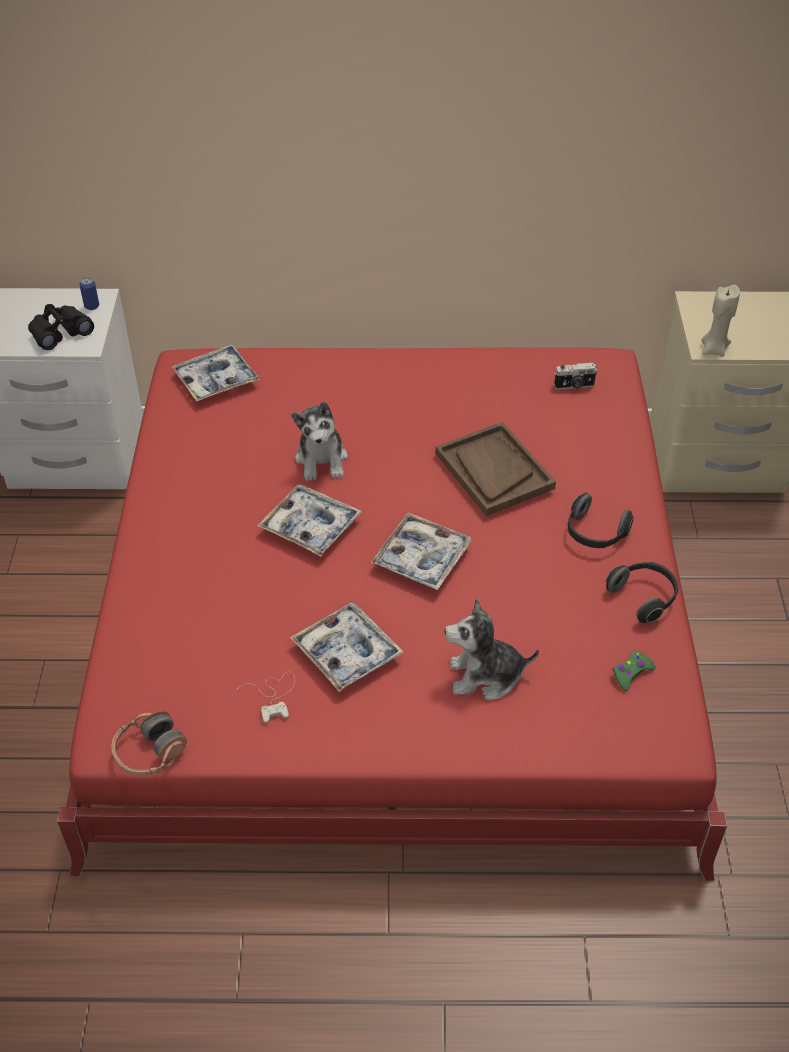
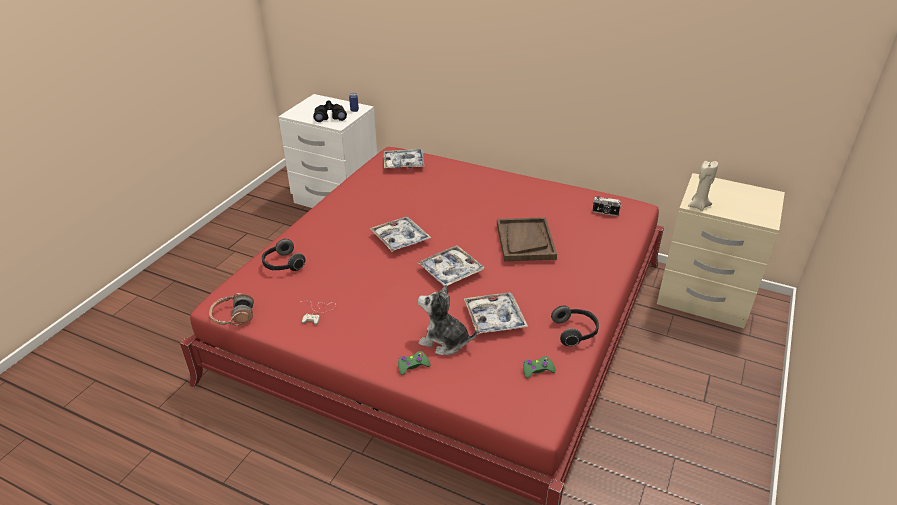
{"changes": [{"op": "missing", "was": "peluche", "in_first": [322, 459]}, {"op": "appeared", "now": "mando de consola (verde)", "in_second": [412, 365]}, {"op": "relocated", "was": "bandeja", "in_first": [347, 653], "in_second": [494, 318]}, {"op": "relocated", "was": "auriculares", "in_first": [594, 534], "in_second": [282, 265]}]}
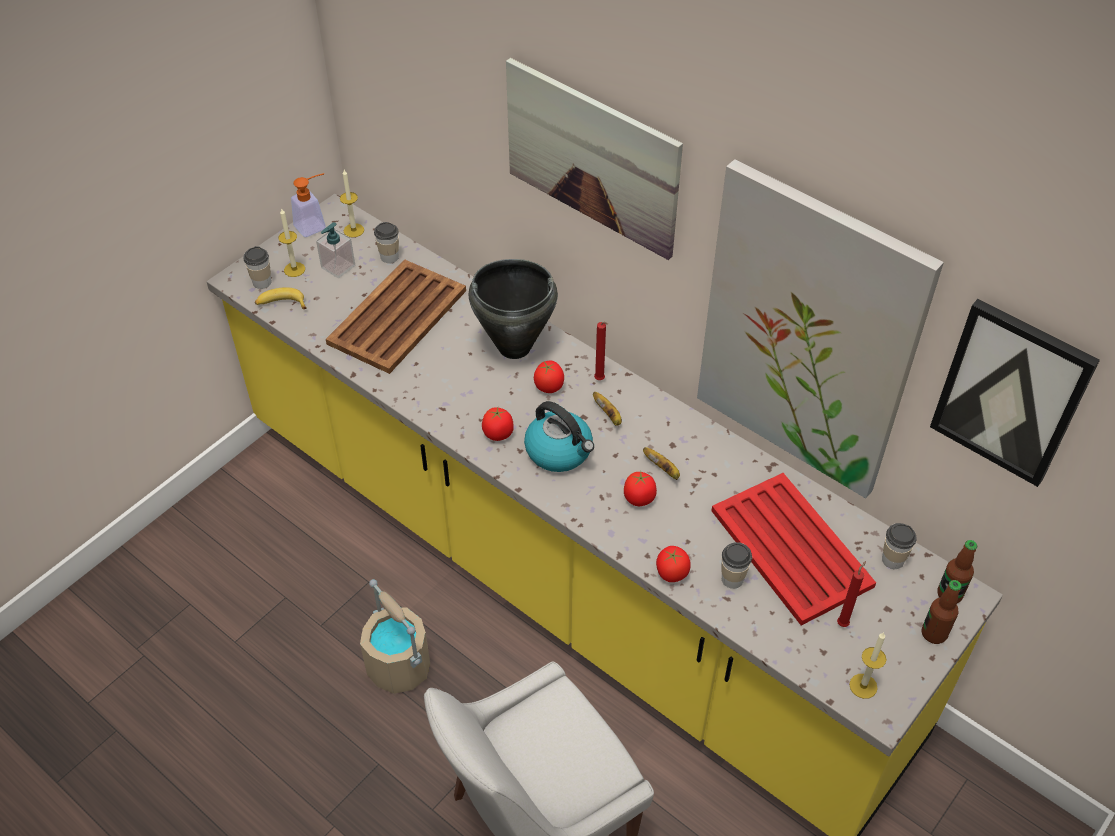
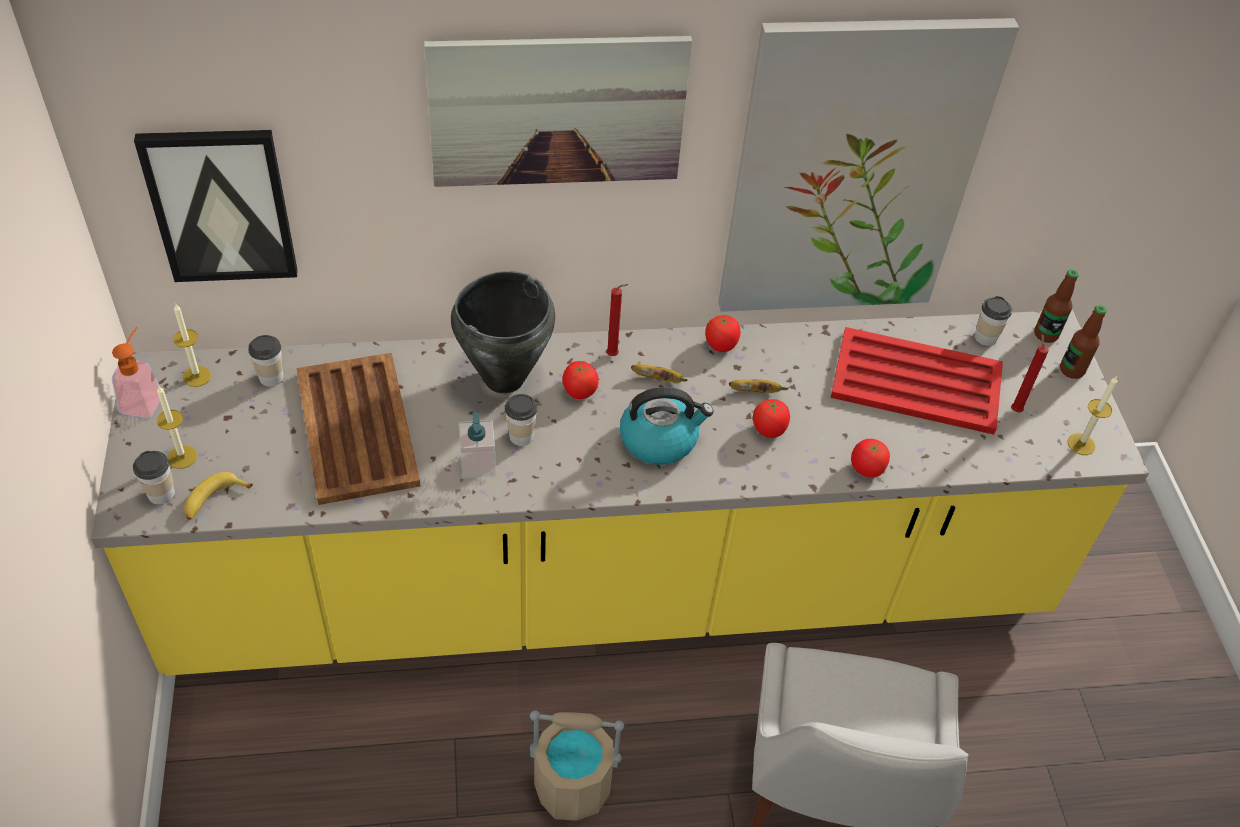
{"changes": [{"op": "relocated", "was": "dispensador de jabón", "in_first": [338, 267], "in_second": [478, 465]}, {"op": "relocated", "was": "tomate", "in_first": [498, 434], "in_second": [721, 345]}, {"op": "relocated", "was": "taza", "in_first": [732, 579], "in_second": [521, 436]}, {"op": "relocated", "was": "cuadro", "in_first": [1011, 392], "in_second": [221, 205]}]}
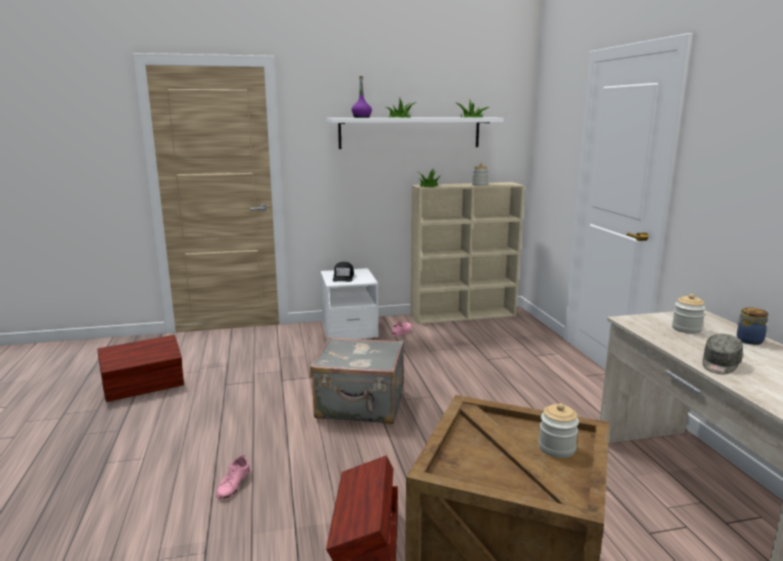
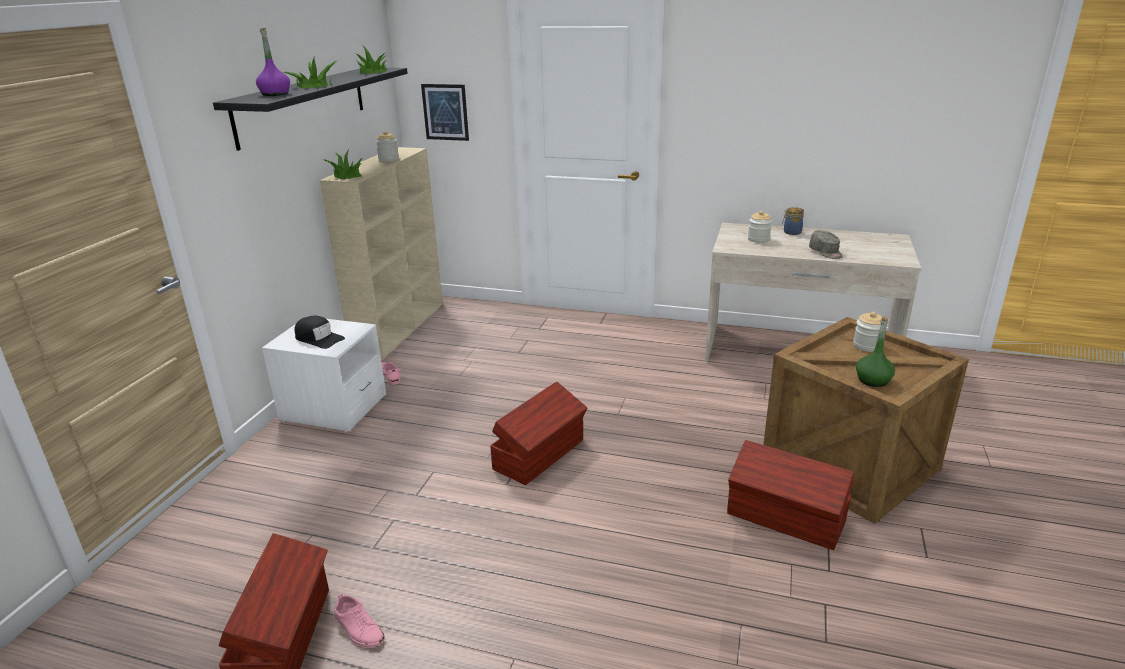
{"changes": [{"op": "appeared", "now": "cuadro", "in_second": [445, 112]}, {"op": "appeared", "now": "botella (verde)", "in_second": [873, 380]}, {"op": "relocated", "was": "zapato (rosa)", "in_first": [233, 484], "in_second": [359, 628]}, {"op": "exchanged", "was": "maleta (gris)", "now": "caja de almacenaje (marrón)", "in_first": [360, 406], "in_second": [540, 454]}, {"op": "colour", "was": "estante (blanco)", "now": "estante (negro)", "in_first": [410, 132], "in_second": [303, 105]}]}
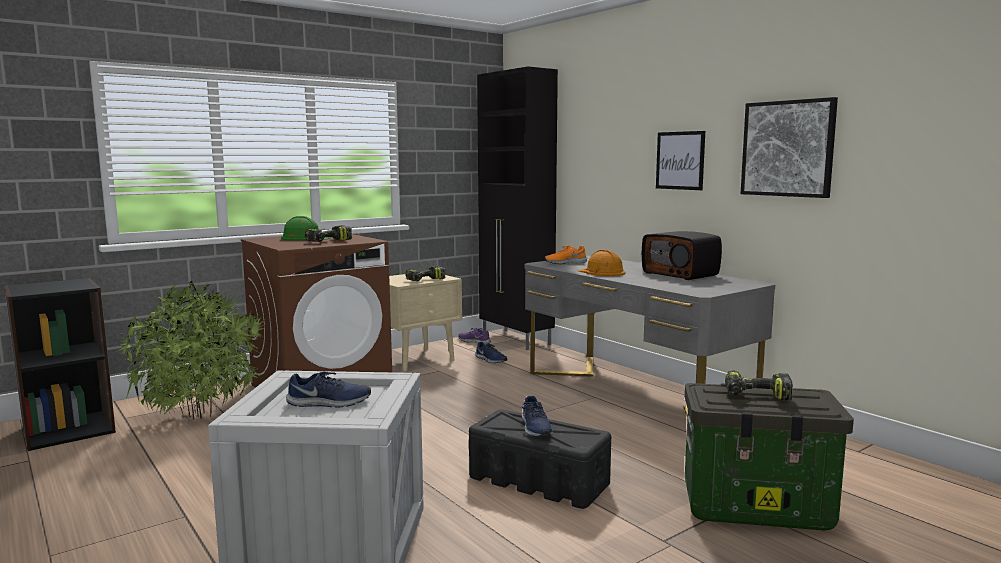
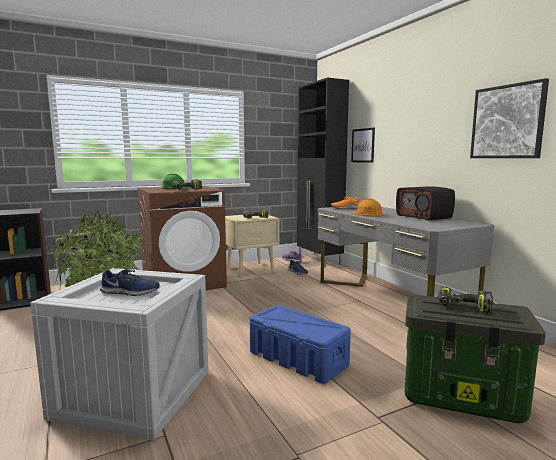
{"changes": [{"op": "missing", "was": "zapato (azul)", "in_first": [535, 428]}, {"op": "relocated", "was": "cuadro", "in_first": [680, 160], "in_second": [363, 145]}, {"op": "colour", "was": "caja de almacenaje (negro)", "now": "caja de almacenaje (azul)", "in_first": [539, 481], "in_second": [298, 359]}]}
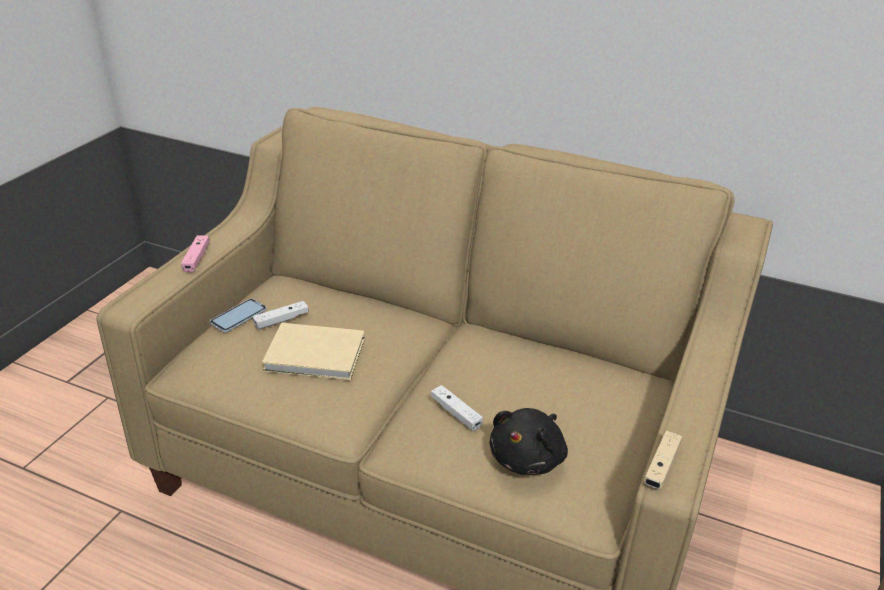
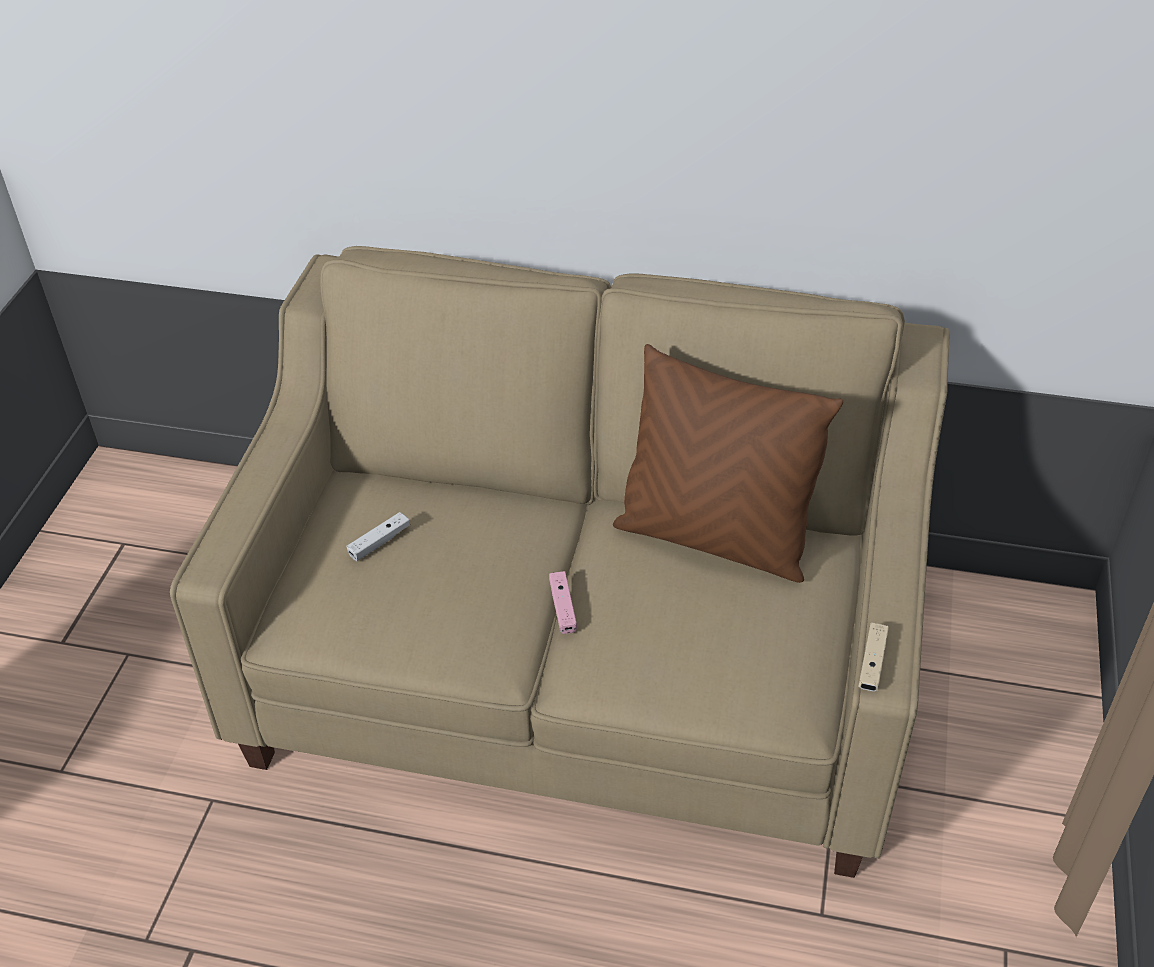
{"changes": [{"op": "missing", "was": "móvil", "in_first": [238, 316]}, {"op": "missing", "was": "libro (beis)", "in_first": [317, 356]}, {"op": "missing", "was": "mando de consola (blanco)", "in_first": [456, 413]}, {"op": "missing", "was": "peluche (negro)", "in_first": [528, 458]}, {"op": "appeared", "now": "cojín (marrón)", "in_second": [714, 538]}, {"op": "relocated", "was": "mando de consola (rosa)", "in_first": [196, 258], "in_second": [563, 607]}]}
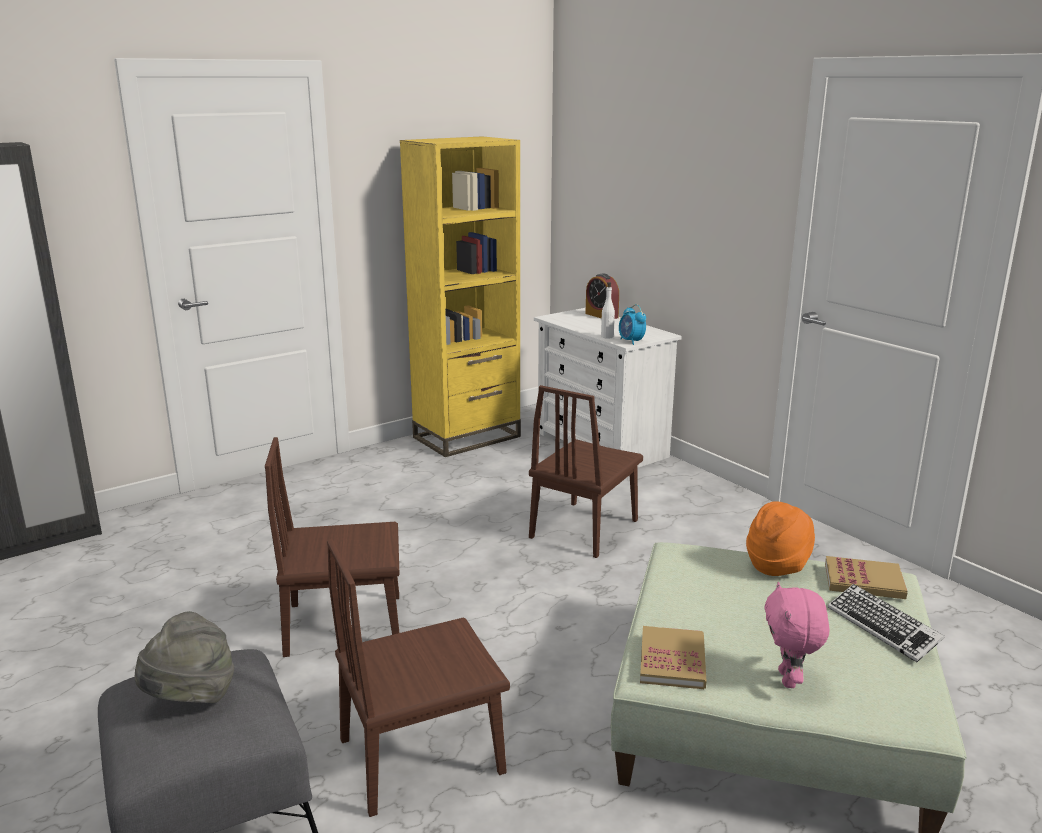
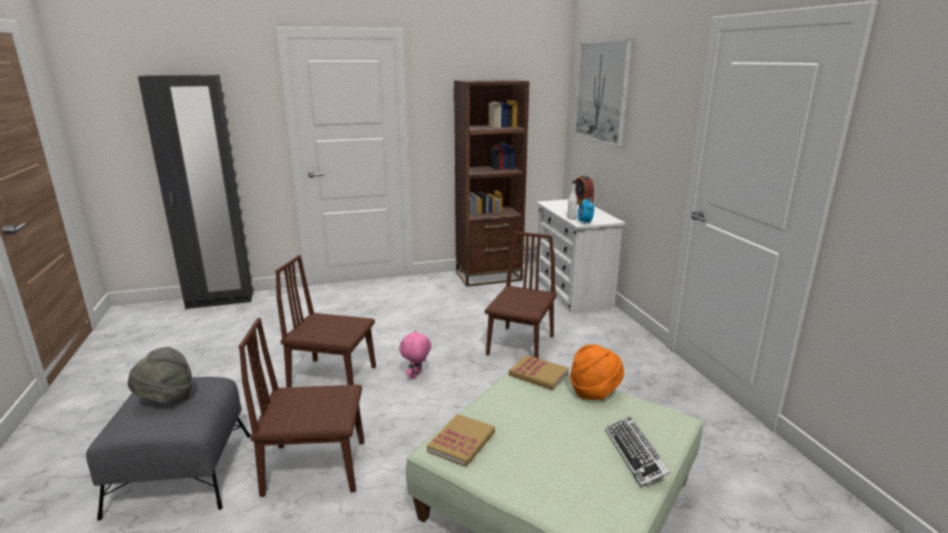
{"changes": [{"op": "appeared", "now": "cuadro", "in_second": [602, 92]}, {"op": "relocated", "was": "peluche (rosa)", "in_first": [789, 680], "in_second": [416, 376]}, {"op": "relocated", "was": "libro", "in_first": [864, 581], "in_second": [538, 374]}, {"op": "colour", "was": "estantería (amarillo)", "now": "estantería (marrón)", "in_first": [467, 437], "in_second": [489, 276]}, {"op": "spun", "was": "silla (marrón)", "in_first": [584, 528], "in_second": [520, 345], "clockwise": 150}]}
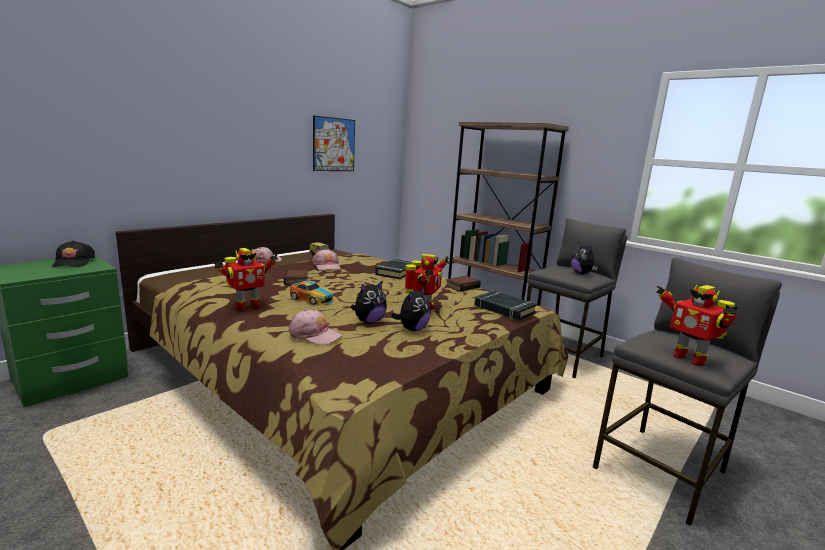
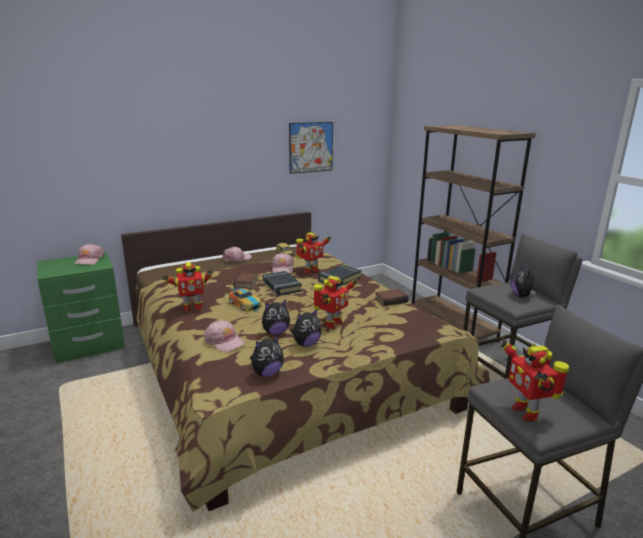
{"changes": [{"op": "appeared", "now": "peluche", "in_second": [267, 373]}, {"op": "appeared", "now": "robot de juguete", "in_second": [310, 271]}, {"op": "relocated", "was": "libro (negro)", "in_first": [504, 309], "in_second": [281, 286]}, {"op": "colour", "was": "gorra (negro)", "now": "gorra (rosa)", "in_first": [73, 262], "in_second": [89, 260]}]}
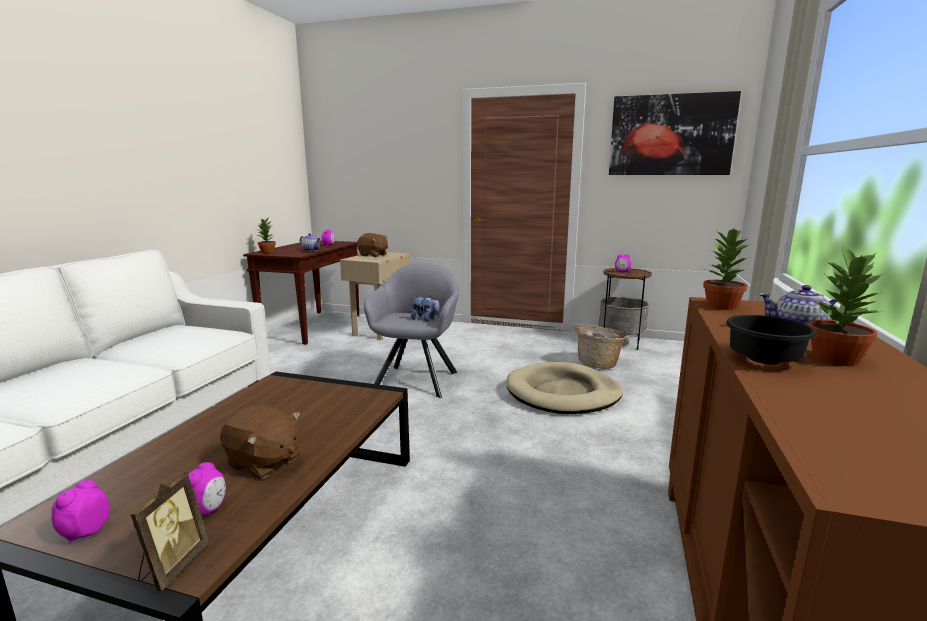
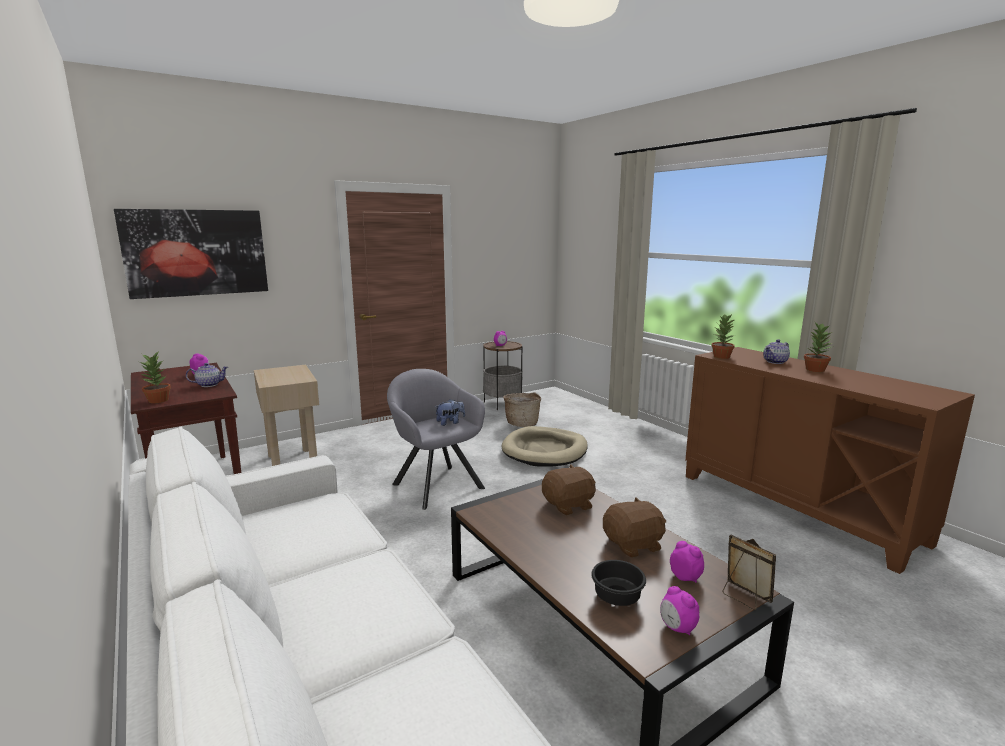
{"changes": [{"op": "relocated", "was": "peluche (marrón)", "in_first": [373, 255], "in_second": [569, 505]}, {"op": "relocated", "was": "cuadro", "in_first": [670, 135], "in_second": [196, 252]}, {"op": "relocated", "was": "cuenco (negro)", "in_first": [762, 360], "in_second": [615, 596]}]}
